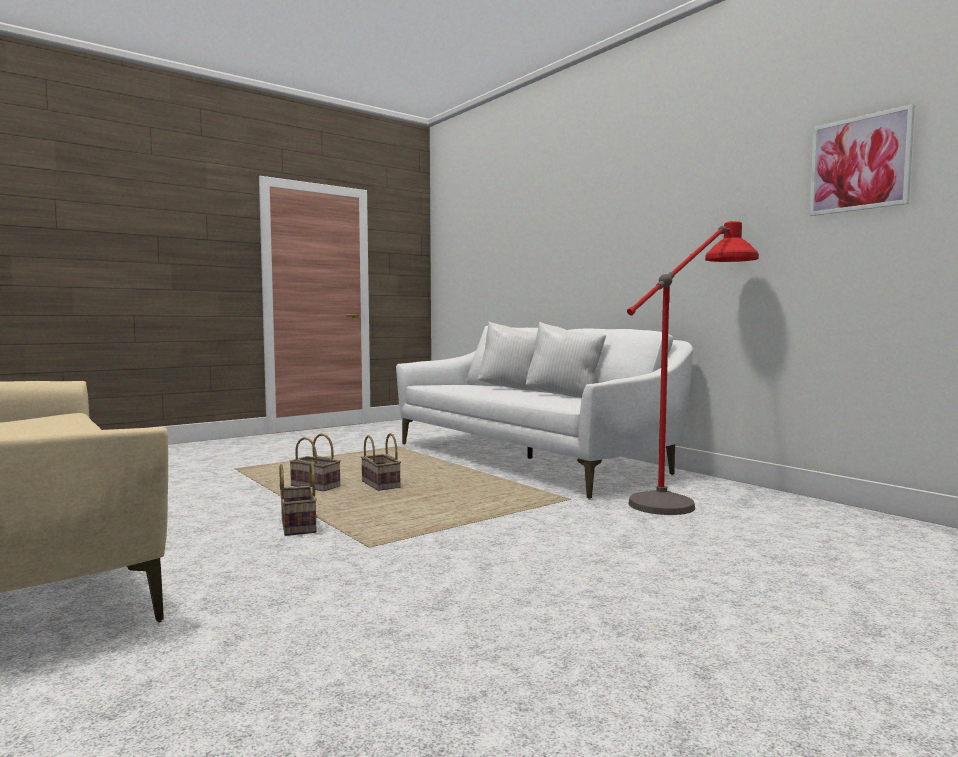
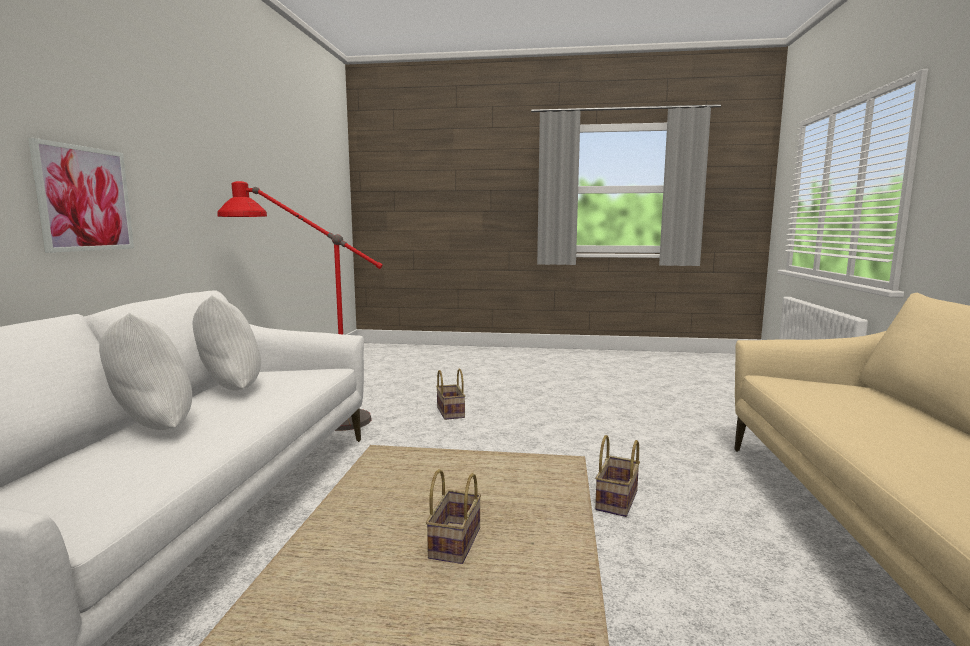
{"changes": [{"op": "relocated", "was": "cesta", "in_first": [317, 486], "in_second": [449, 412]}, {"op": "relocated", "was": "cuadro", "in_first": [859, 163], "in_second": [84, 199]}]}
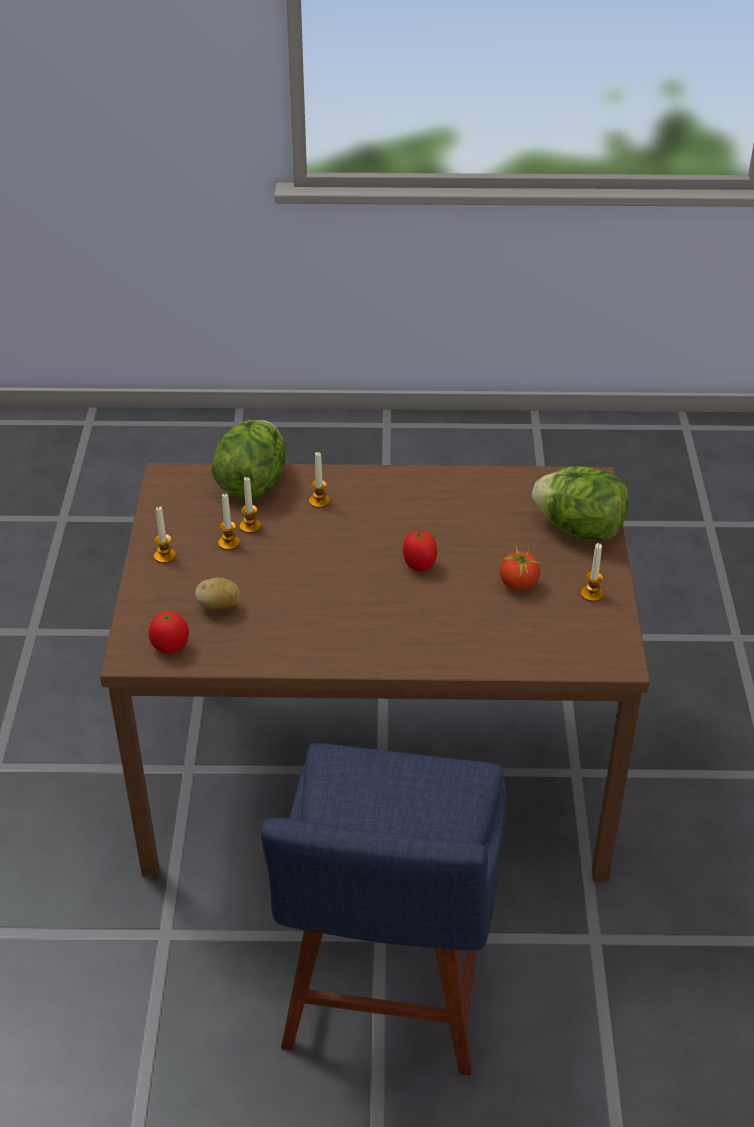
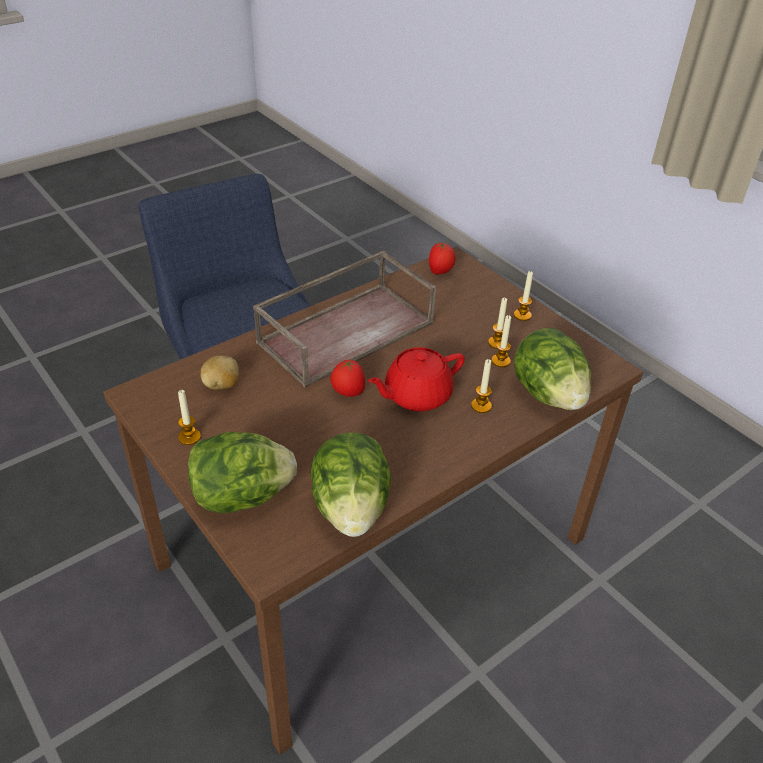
{"changes": [{"op": "missing", "was": "tomate", "in_first": [518, 584]}, {"op": "appeared", "now": "bandeja (marrón)", "in_second": [346, 331]}, {"op": "appeared", "now": "lechuga", "in_second": [351, 508]}, {"op": "appeared", "now": "tetera (rojo)", "in_second": [416, 395]}, {"op": "relocated", "was": "patata", "in_first": [219, 606], "in_second": [221, 385]}]}
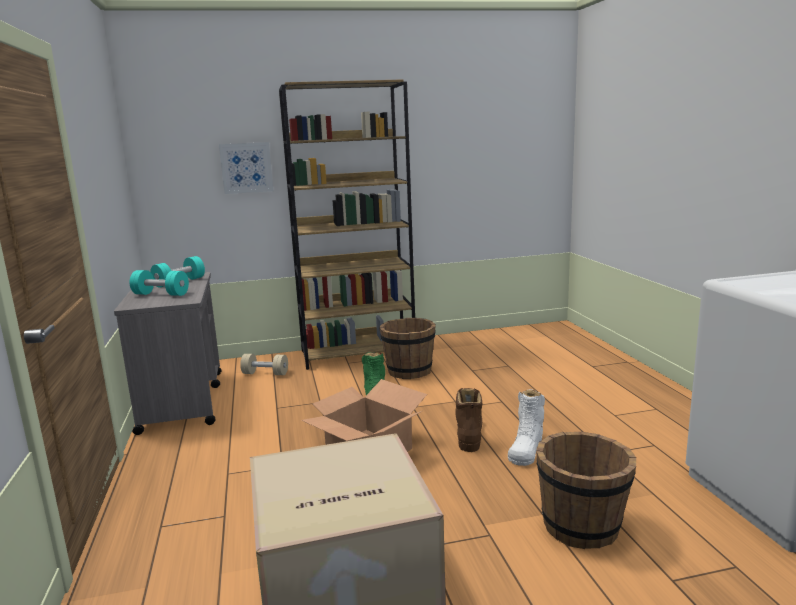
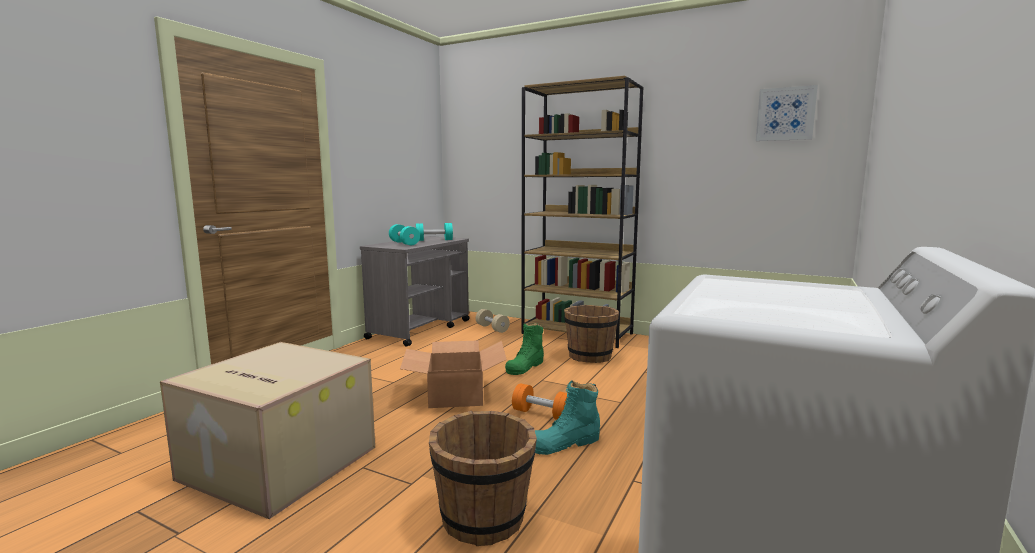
{"changes": [{"op": "relocated", "was": "cuadro", "in_first": [246, 168], "in_second": [785, 114]}, {"op": "exchanged", "was": "bota (marrón)", "now": "mancuerna (naranja)", "in_first": [469, 435], "in_second": [542, 414]}, {"op": "colour", "was": "bota (blanco)", "now": "bota (turquesa)", "in_first": [526, 449], "in_second": [565, 443]}]}
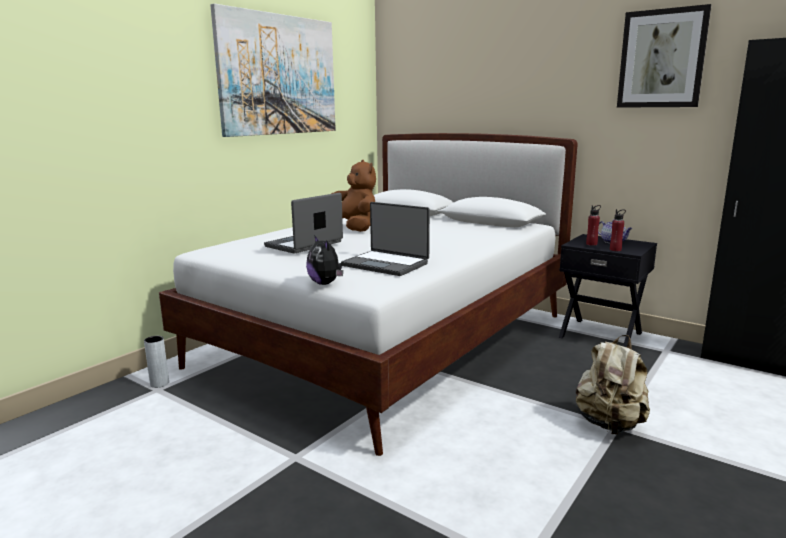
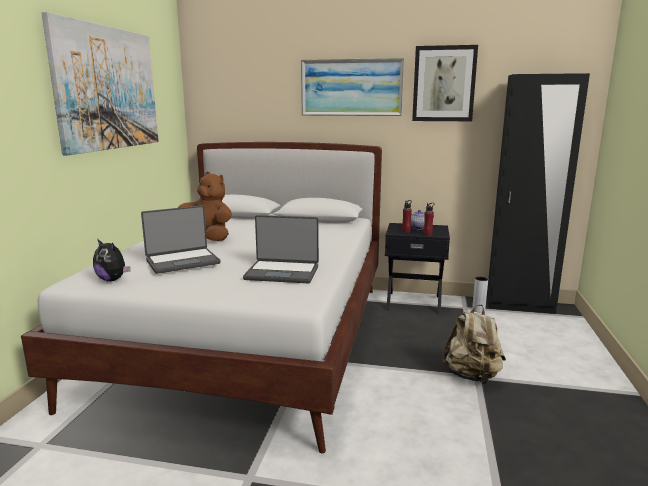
{"changes": [{"op": "appeared", "now": "cuadro", "in_second": [351, 87]}, {"op": "relocated", "was": "florero (gris)", "in_first": [159, 384], "in_second": [478, 310]}, {"op": "relocated", "was": "peluche", "in_first": [326, 283], "in_second": [113, 280]}, {"op": "spun", "was": "portátil", "in_first": [305, 244], "in_second": [182, 261], "clockwise": -135}]}
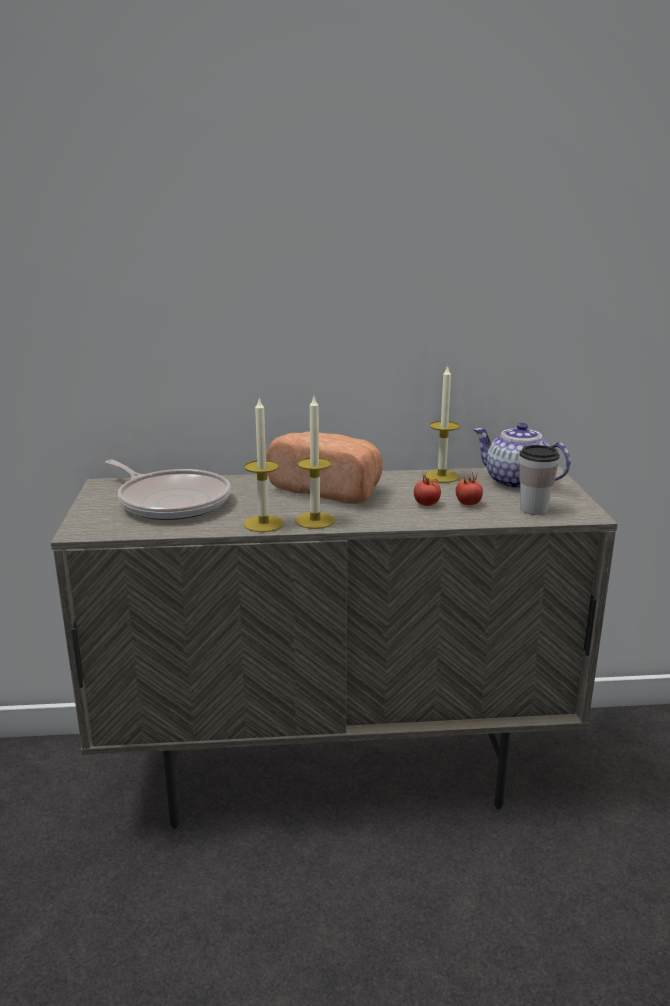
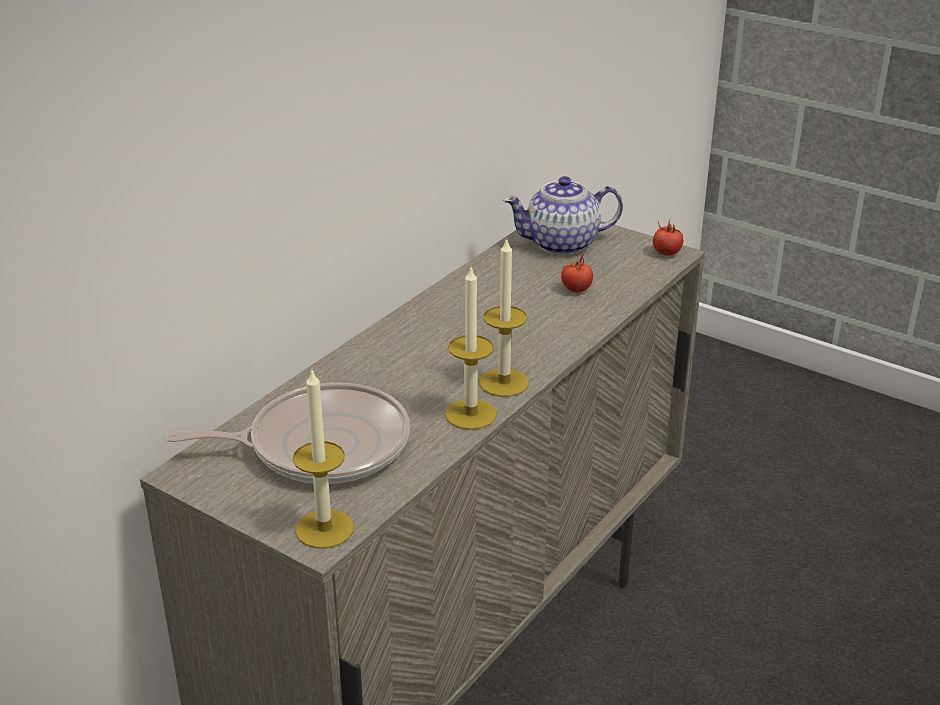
{"changes": [{"op": "missing", "was": "pan", "in_first": [329, 489]}, {"op": "missing", "was": "taza", "in_first": [533, 509]}, {"op": "relocated", "was": "tomate", "in_first": [426, 504], "in_second": [667, 253]}, {"op": "relocated", "was": "vela", "in_first": [441, 476], "in_second": [324, 529]}]}
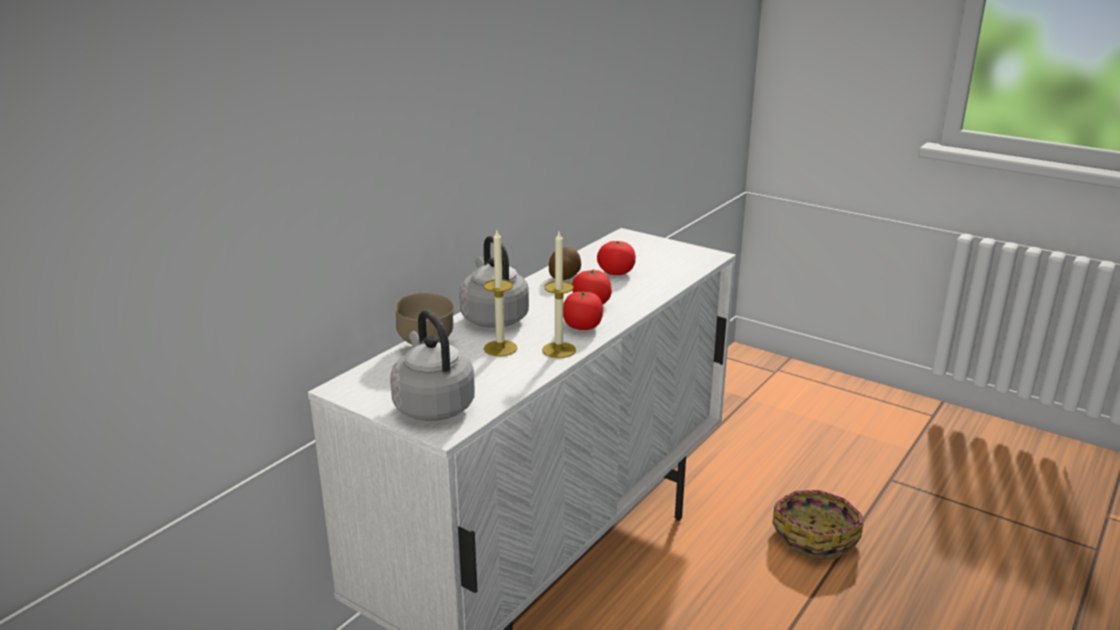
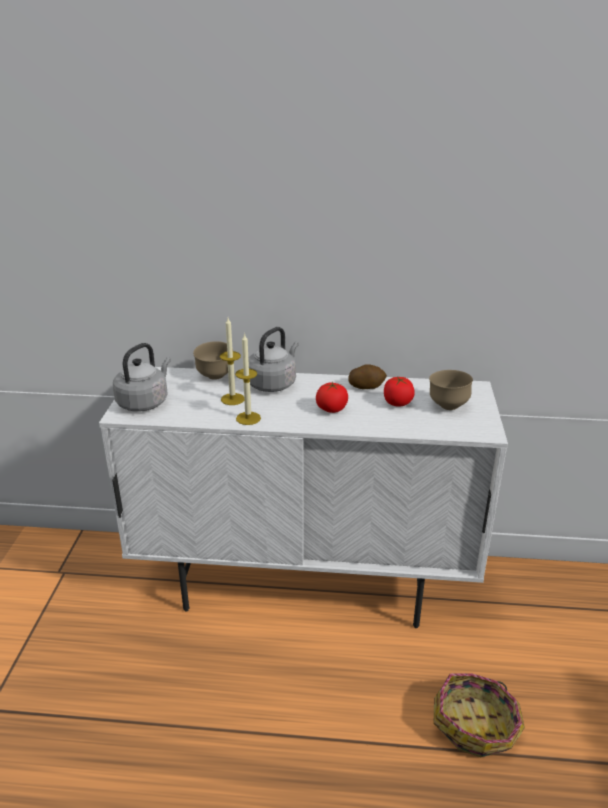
{"changes": [{"op": "missing", "was": "tomate", "in_first": [582, 327]}, {"op": "appeared", "now": "cuenco (marrón)", "in_second": [447, 406]}]}
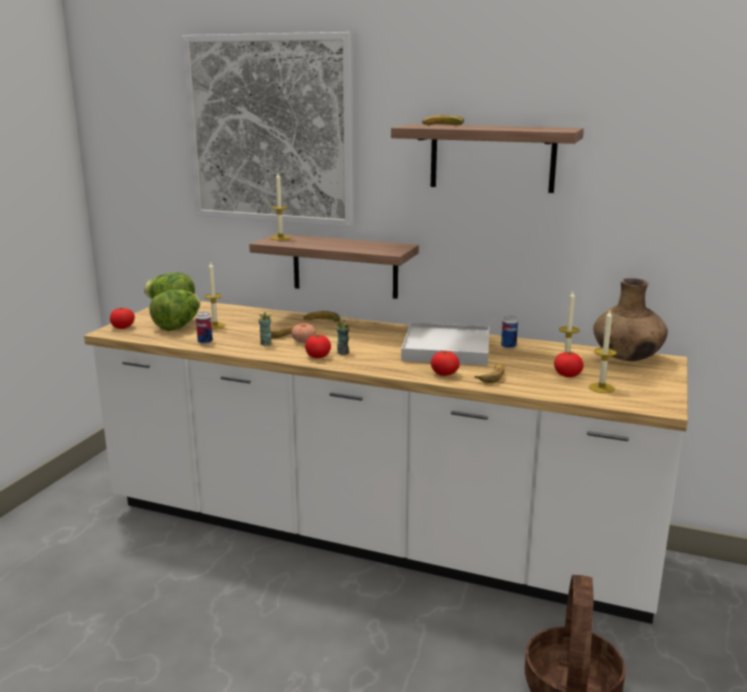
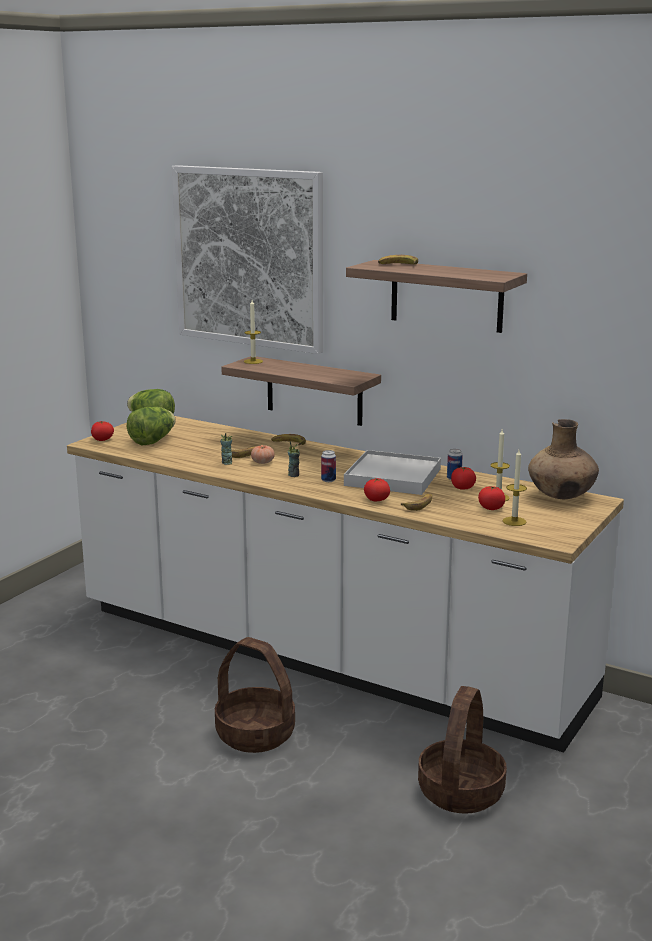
{"changes": [{"op": "missing", "was": "vela", "in_first": [215, 326]}, {"op": "appeared", "now": "cesta", "in_second": [256, 734]}, {"op": "relocated", "was": "lata", "in_first": [205, 342], "in_second": [328, 480]}, {"op": "relocated", "was": "tomate", "in_first": [318, 356], "in_second": [462, 488]}]}
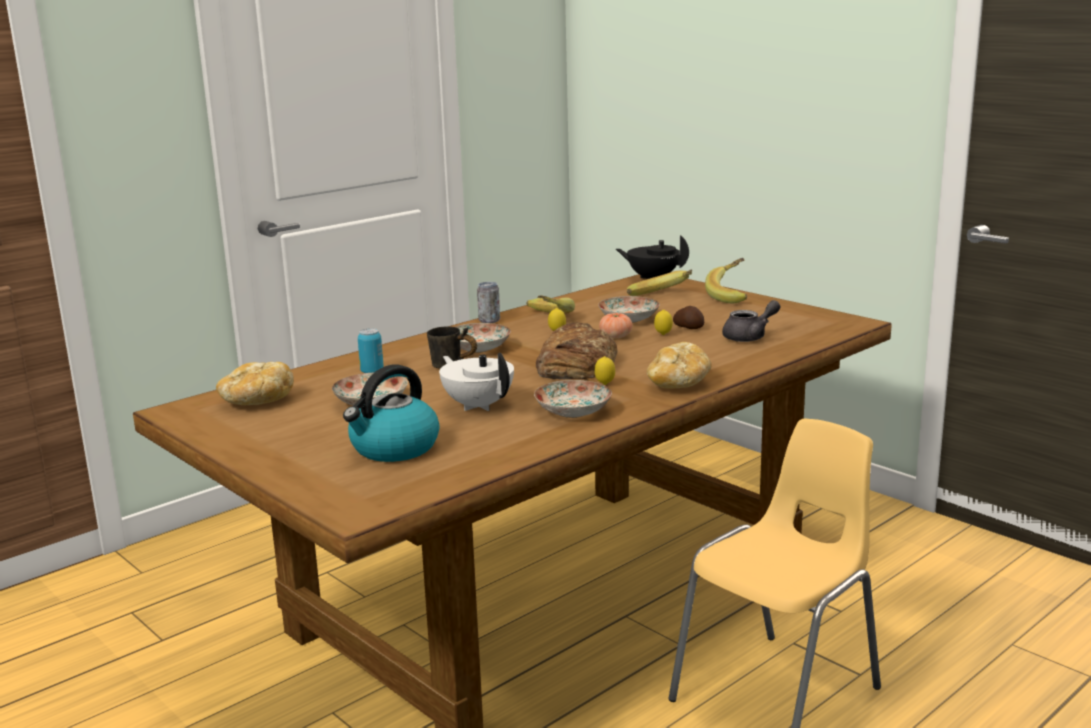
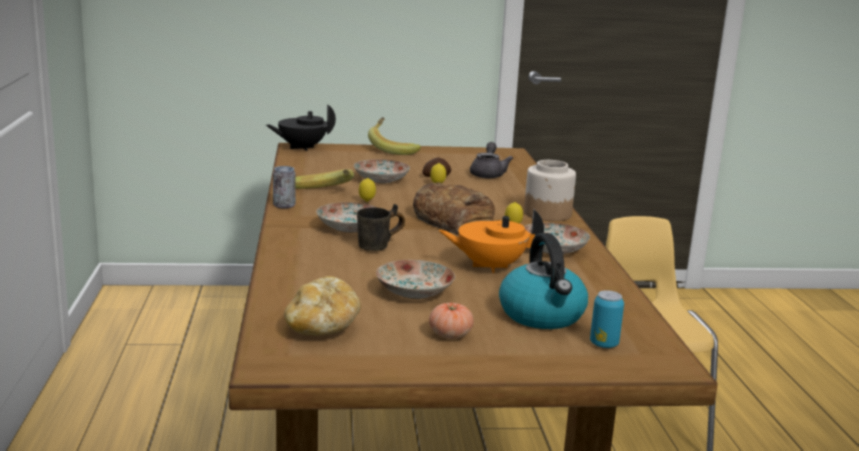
{"changes": [{"op": "missing", "was": "plátano", "in_first": [662, 297]}, {"op": "relocated", "was": "lata", "in_first": [372, 372], "in_second": [604, 344]}, {"op": "relocated", "was": "tomate", "in_first": [615, 336], "in_second": [450, 335]}, {"op": "exchanged", "was": "pan", "now": "tarro", "in_first": [678, 384], "in_second": [548, 214]}, {"op": "colour", "was": "tetera (blanco)", "now": "tetera (naranja)", "in_first": [478, 405], "in_second": [489, 266]}]}
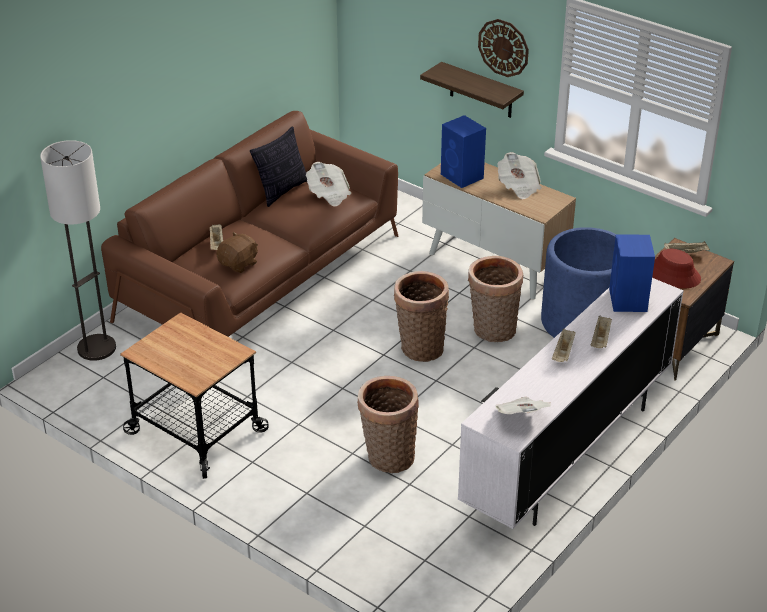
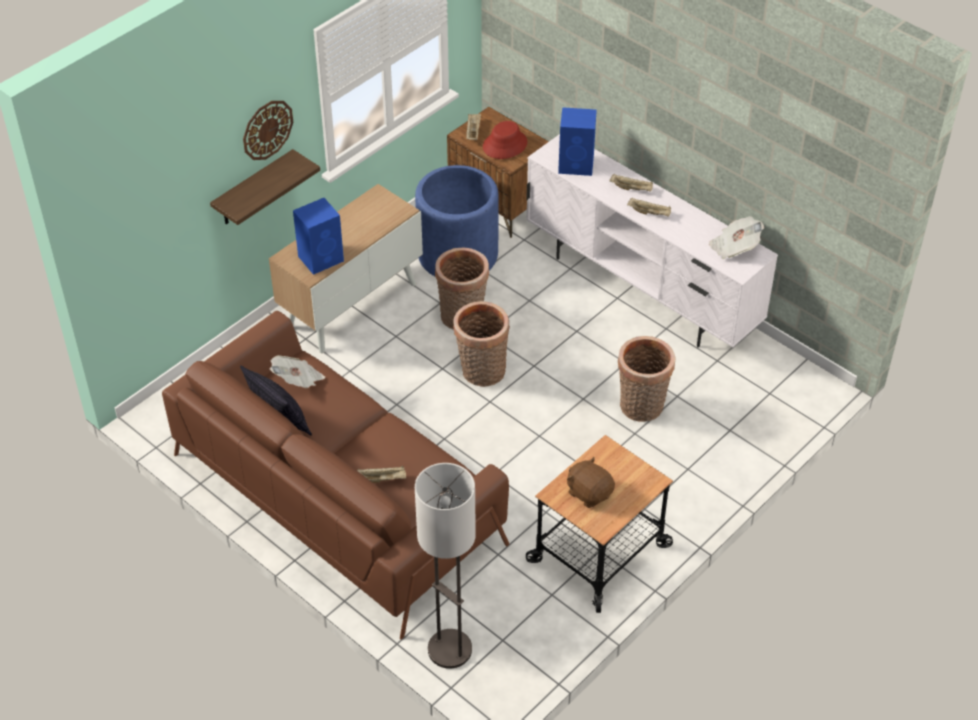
{"changes": [{"op": "missing", "was": "periódico", "in_first": [518, 186]}, {"op": "relocated", "was": "peluche (marrón)", "in_first": [239, 264], "in_second": [589, 492]}]}
